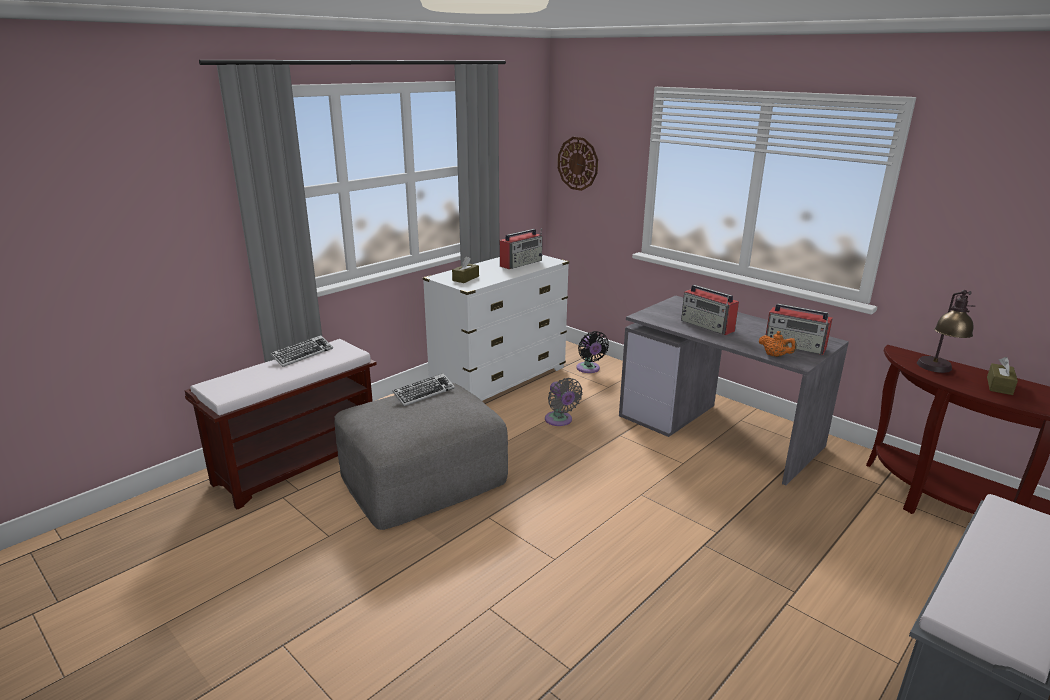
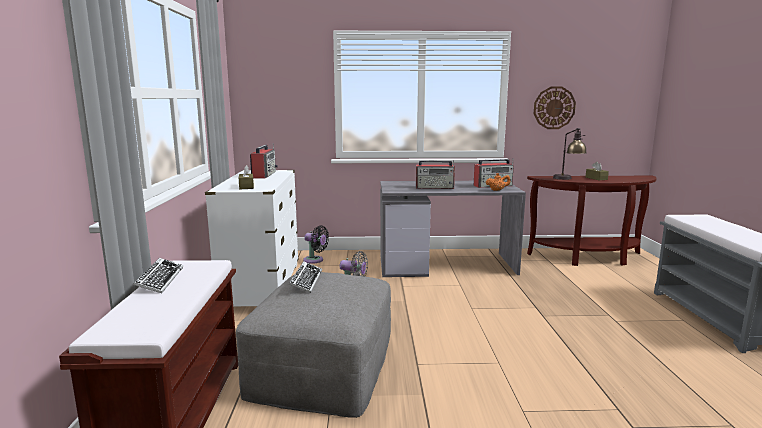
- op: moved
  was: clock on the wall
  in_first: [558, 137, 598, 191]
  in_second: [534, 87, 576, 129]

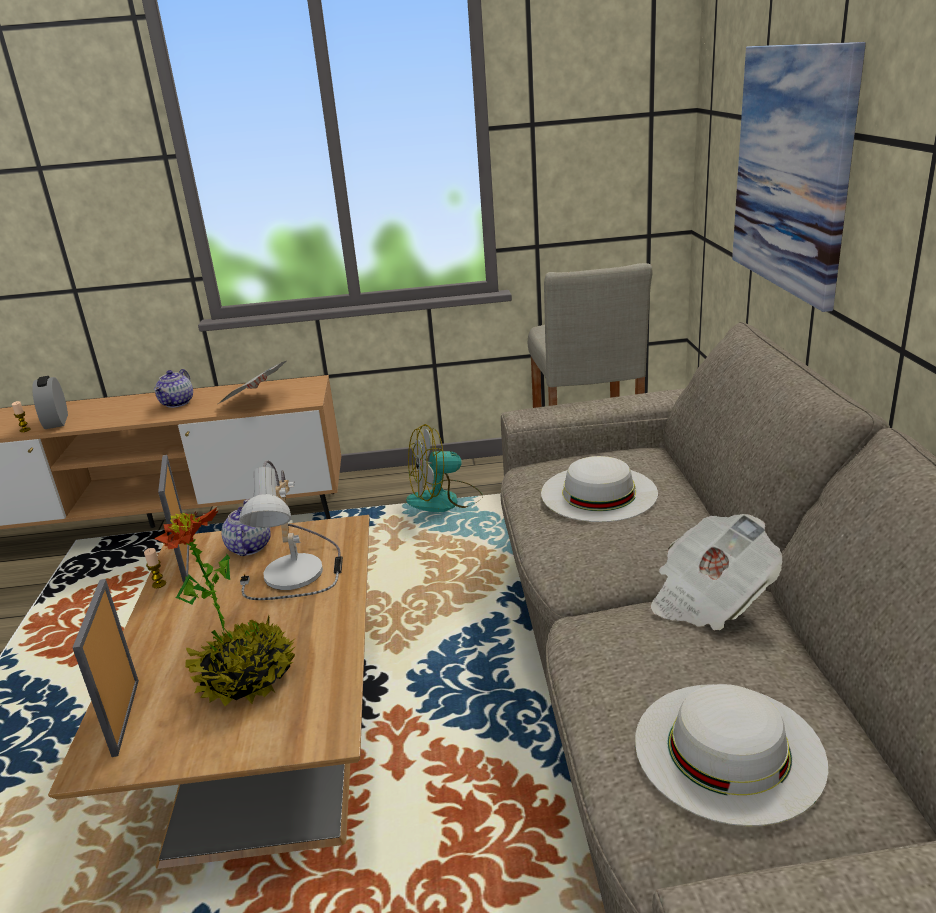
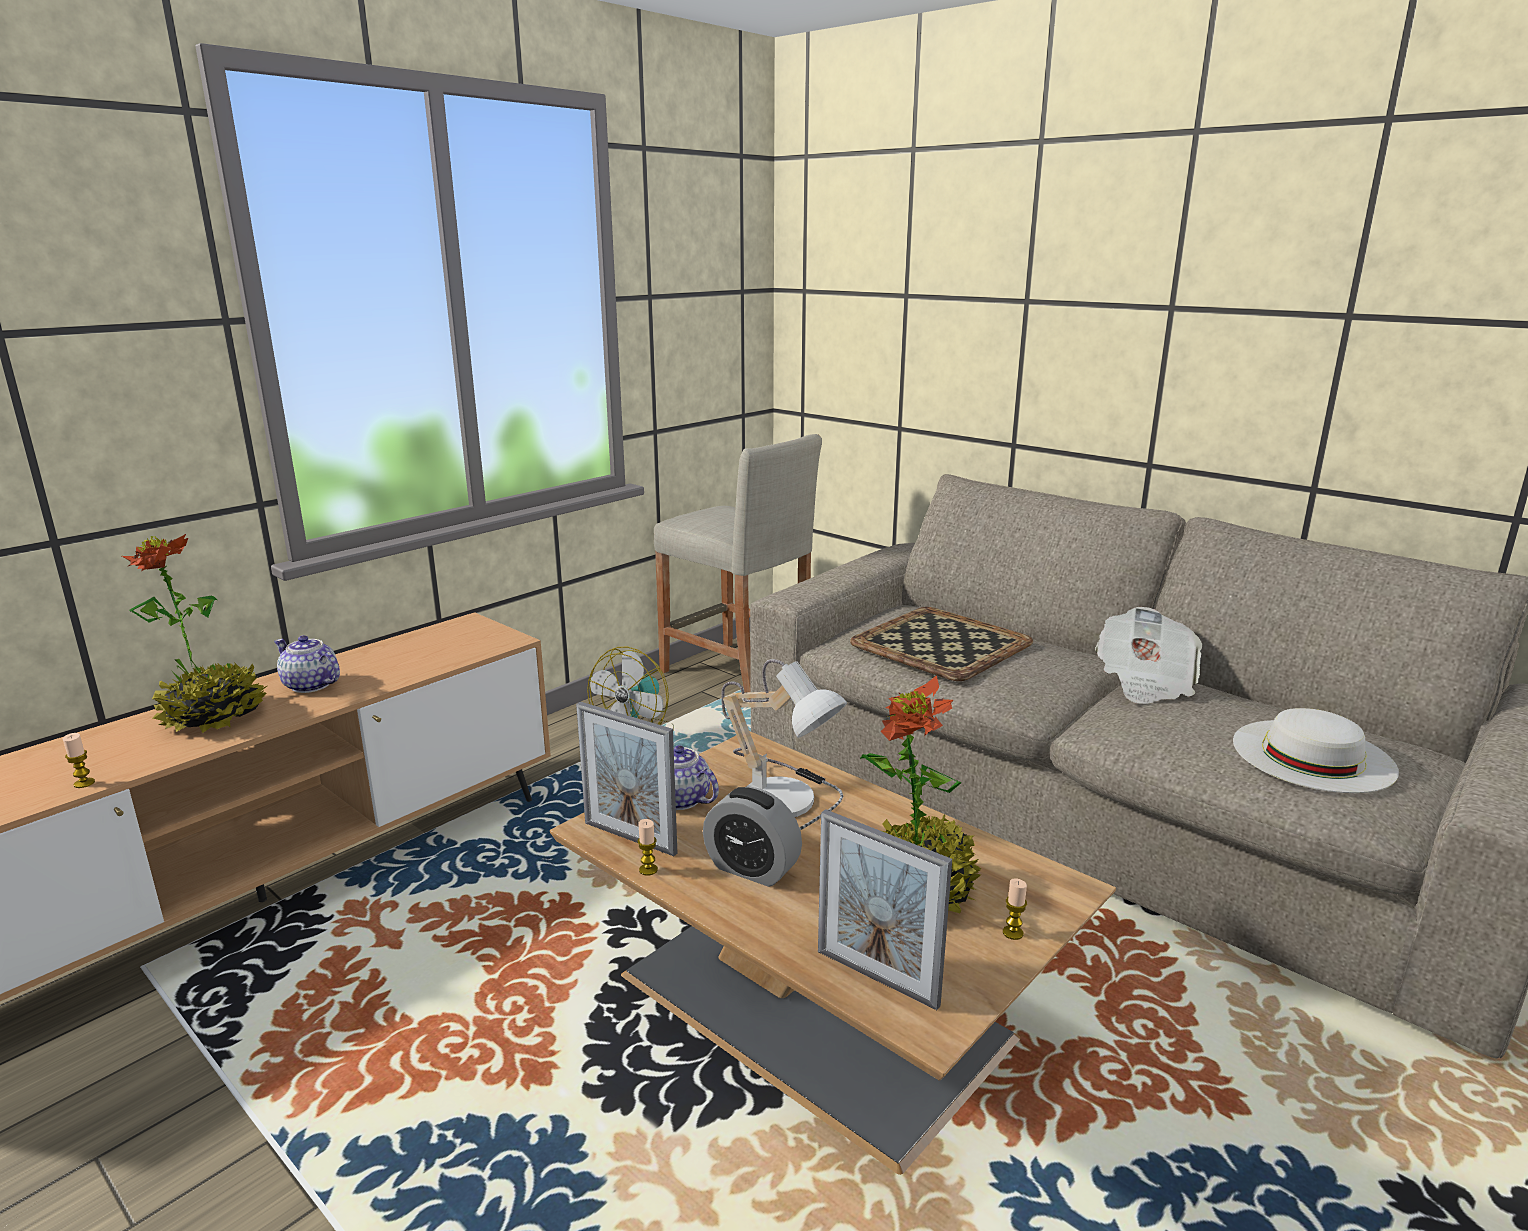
- op: removed
  was: wall art
  in_first: [732, 42, 866, 312]
- op: removed
  was: printed paper
  in_first: [218, 361, 287, 404]
- op: turned
  was: tea pot
  in_first: [154, 369, 193, 408]
  in_second: [274, 635, 340, 693]
  clockwise: 150
- op: moved
  was: alarm clock
  in_first: [32, 376, 68, 429]
  in_second: [703, 787, 802, 887]
- op: replaced
  was: white hat
  now: serving tray
  in_first: [541, 456, 658, 522]
  in_second: [850, 607, 1033, 681]
- op: added
  now: potted plant
  in_second: [122, 534, 267, 733]
- op: added
  now: wax light
  in_second: [1003, 878, 1027, 940]

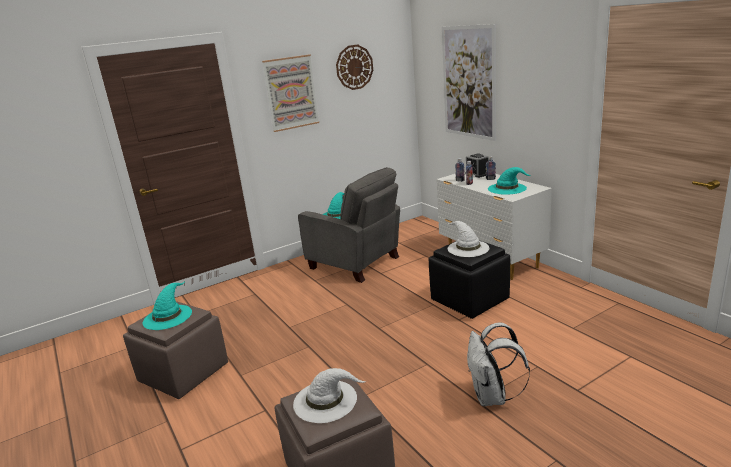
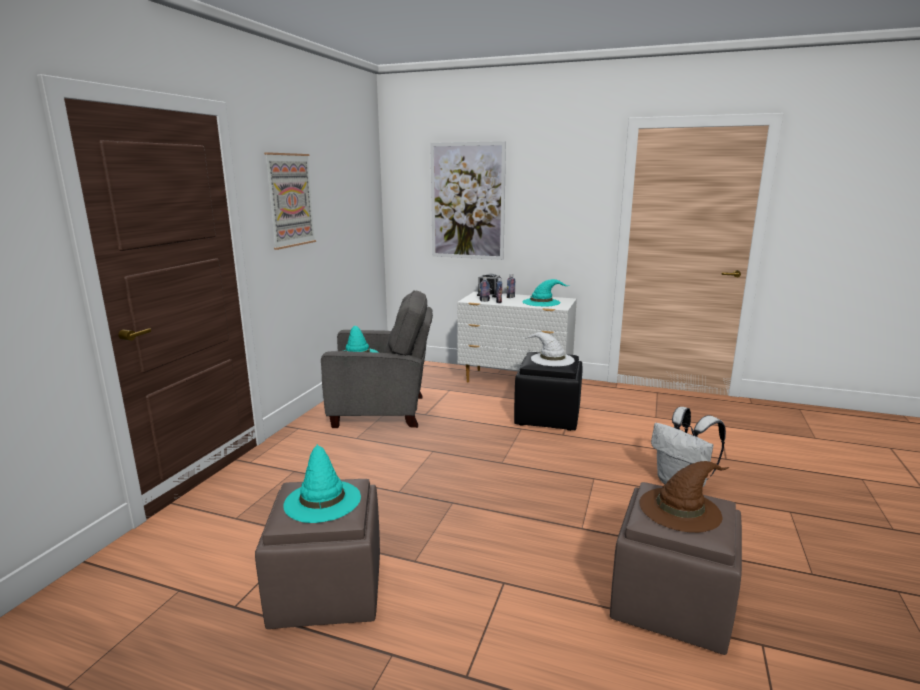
- op: removed
  was: clock on the wall
  in_first: [336, 44, 373, 90]
- op: recoloured
  was: white hat
  now: brownish hat
  in_first: [293, 368, 365, 423]
  in_second: [639, 461, 729, 533]

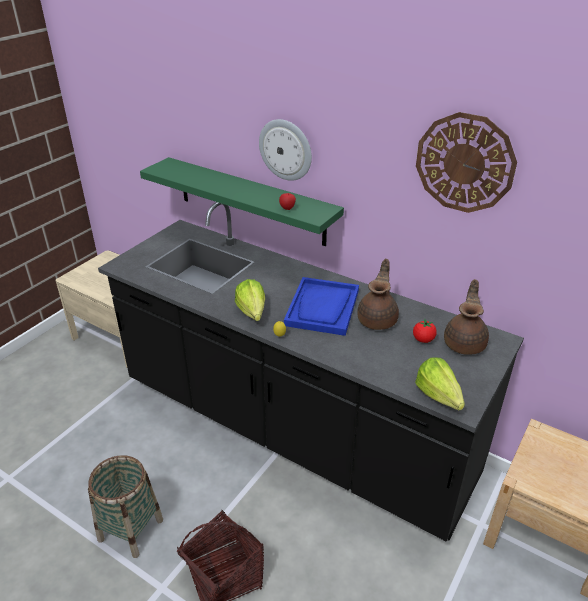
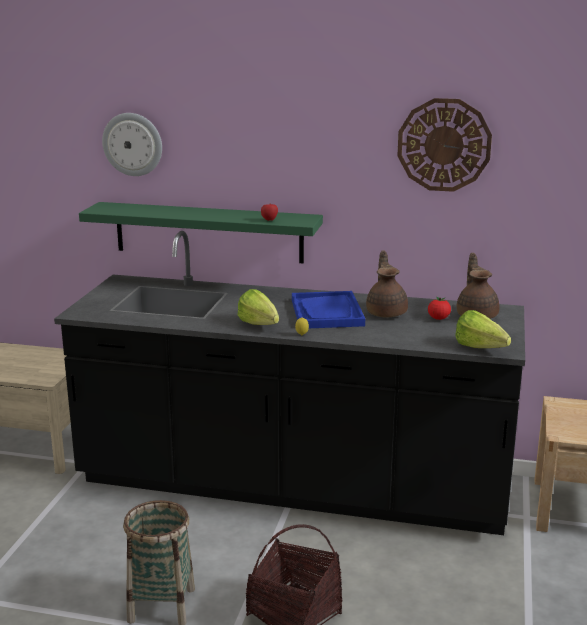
- op: moved
  was: clock on the wall
  in_first: [259, 119, 312, 181]
  in_second: [102, 113, 162, 176]

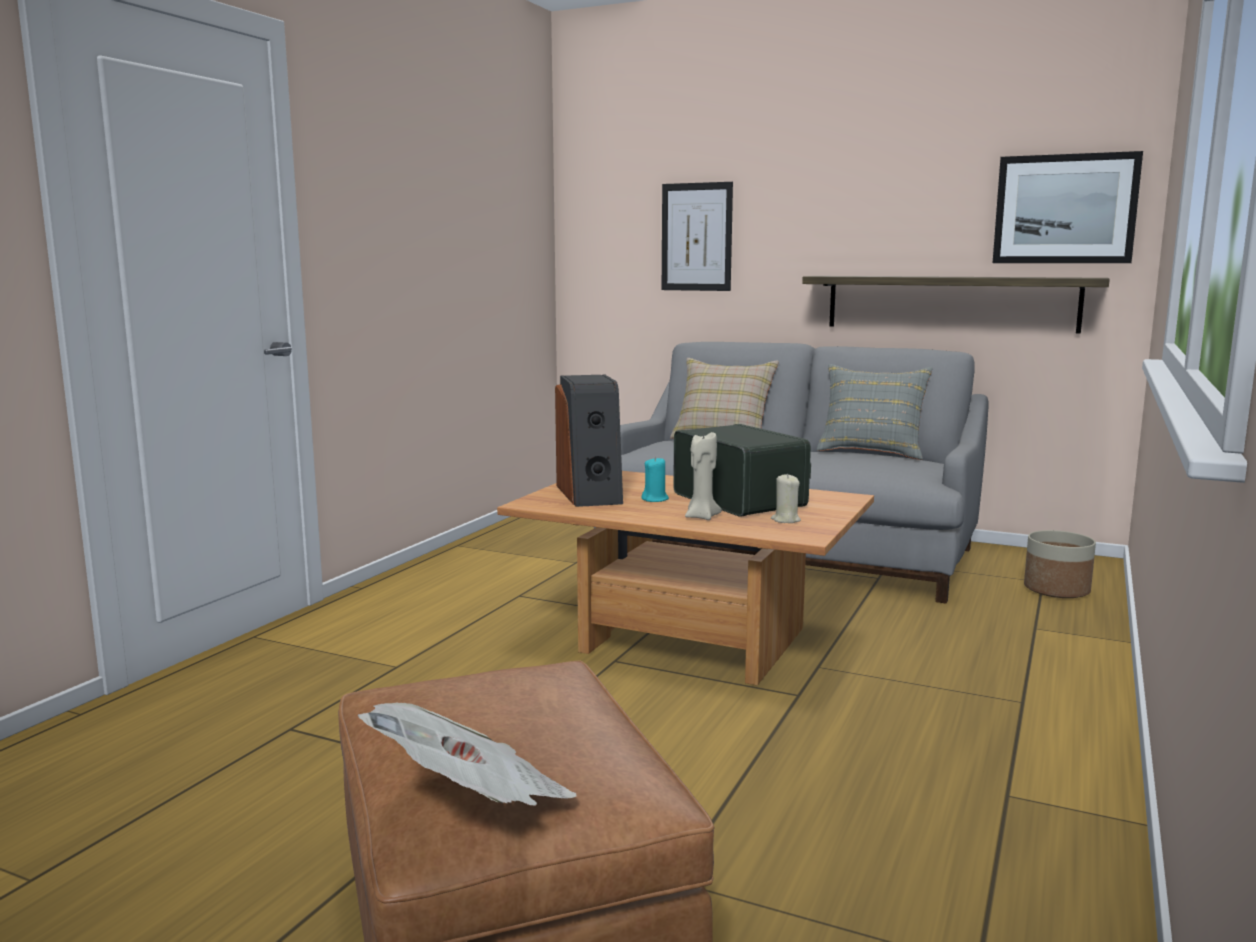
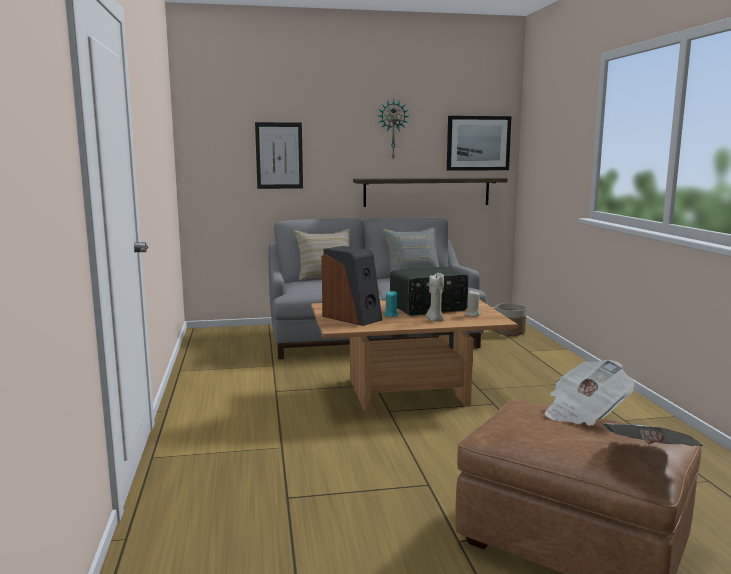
- op: turned
  was: radio
  in_first: [673, 424, 811, 517]
  in_second: [390, 267, 468, 316]
  clockwise: 135
- op: added
  now: clock on the wall
  in_second: [378, 100, 409, 159]
- op: added
  now: printed paper
  in_second: [545, 360, 634, 426]

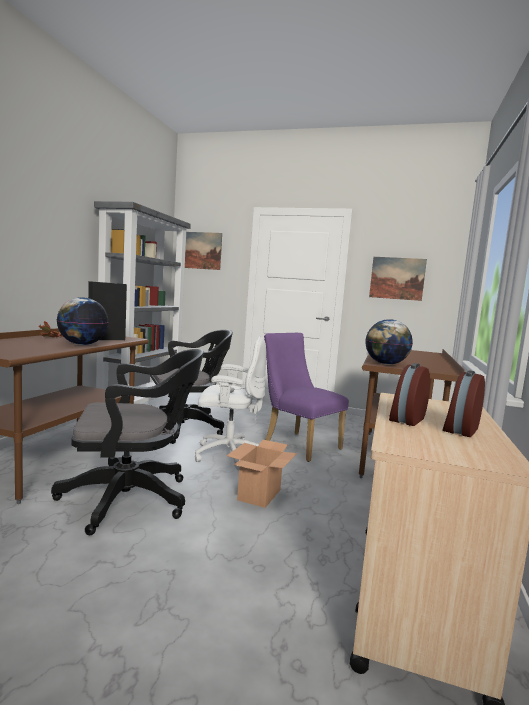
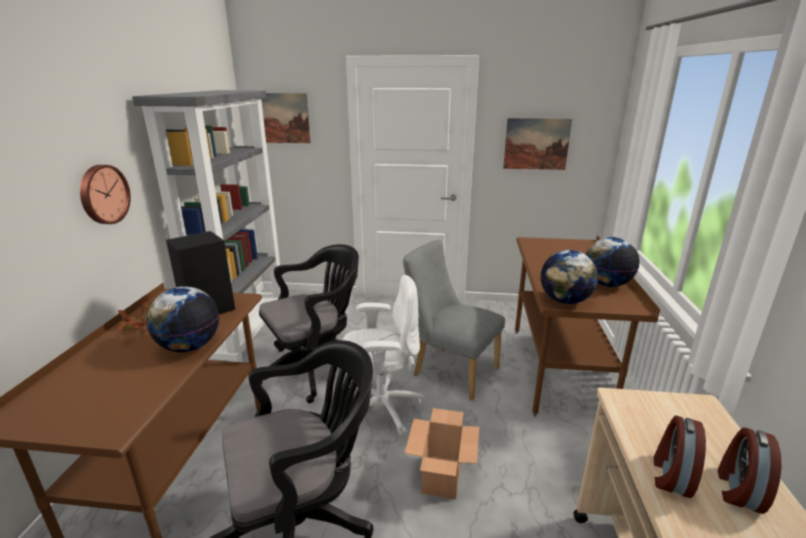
- op: recoloured
  was: purplish upright chair
  now: grey upright chair
  in_first: [264, 333, 349, 462]
  in_second: [403, 240, 505, 400]
- op: added
  now: clock on the wall
  in_second: [80, 165, 131, 224]
- op: added
  now: desk globe
  in_second: [586, 237, 640, 287]

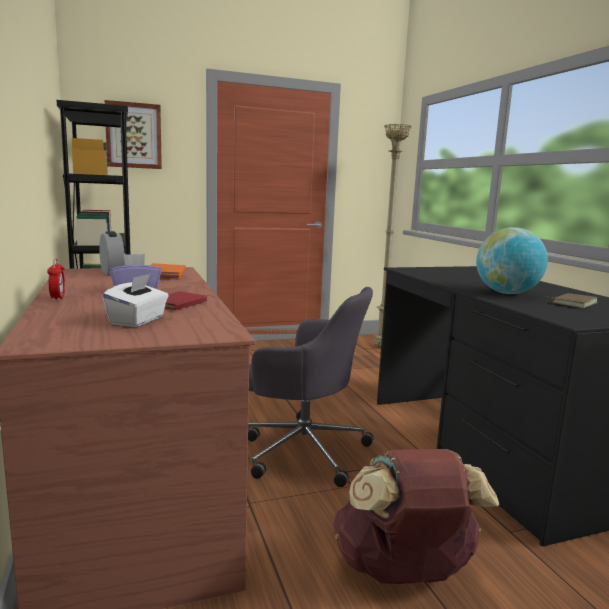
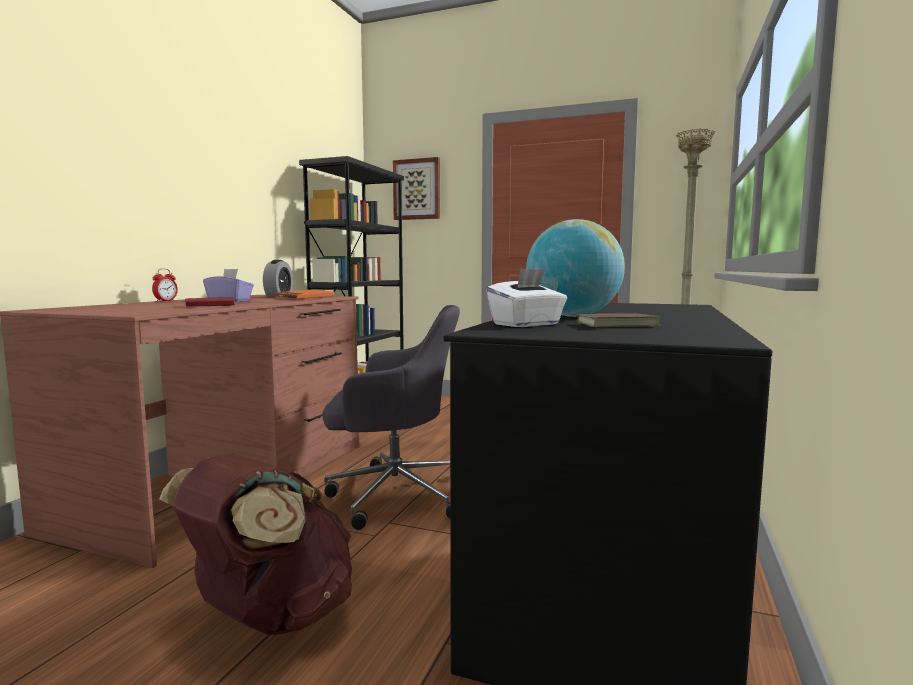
- op: moved
  was: white tissue holder
  in_first: [102, 274, 169, 327]
  in_second: [487, 268, 567, 327]
- op: turned
  was: grey computer chair
  in_first: [248, 287, 374, 487]
  in_second: [322, 305, 460, 530]
  clockwise: -60

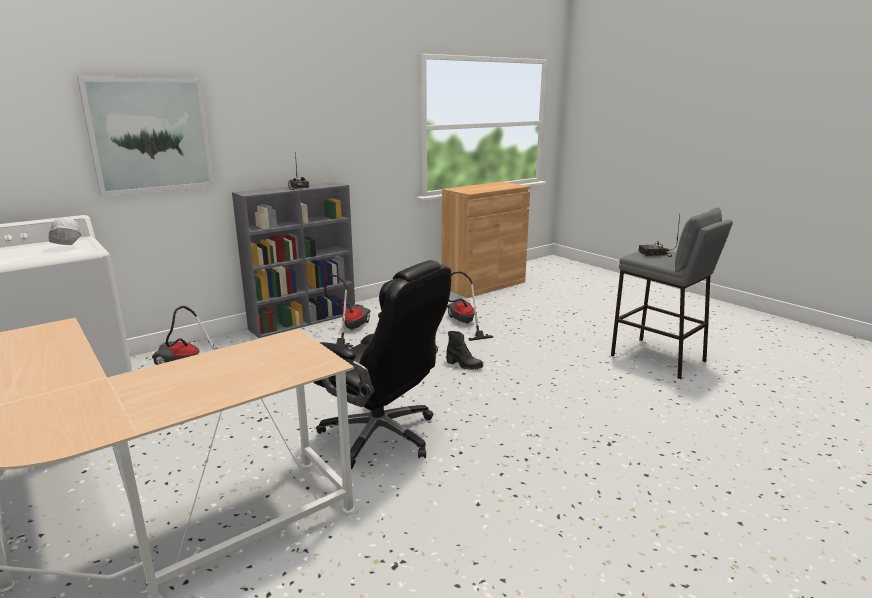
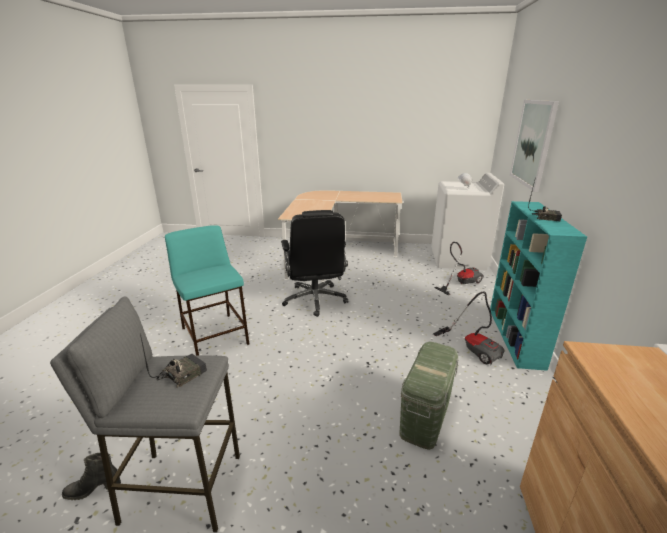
- op: recoloured
  was: grey bookshelf
  now: blue-green bookshelf
  in_first: [232, 182, 355, 338]
  in_second: [490, 201, 587, 371]
- op: turned
  was: black-coloured computer chair
  in_first: [313, 260, 451, 469]
  in_second: [281, 210, 349, 317]
  clockwise: -90
- op: replaced
  was: vacuum cleaner
  now: green storage bin
  in_first: [447, 271, 493, 341]
  in_second: [399, 341, 459, 450]
- op: moved
  was: black-coloured boot
  in_first: [446, 331, 483, 370]
  in_second: [62, 453, 121, 500]
- op: added
  now: blue-green sitting stool
  in_second: [165, 225, 249, 355]

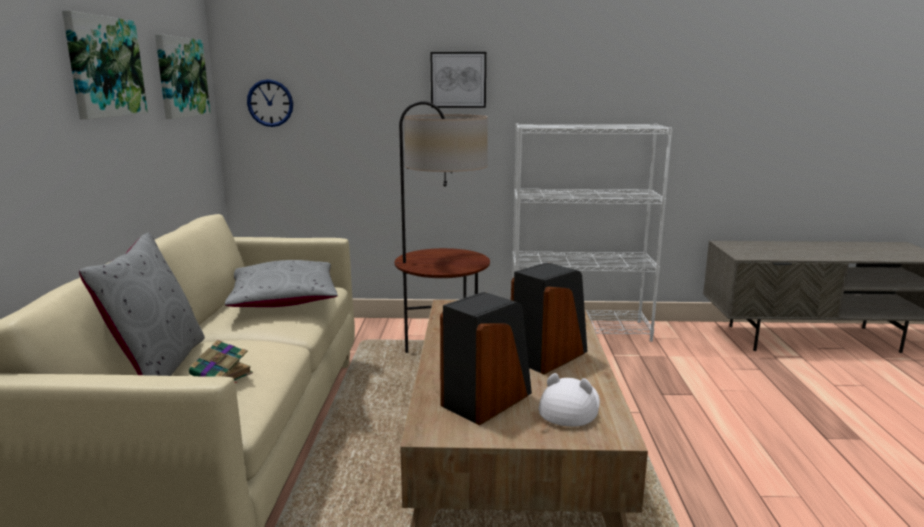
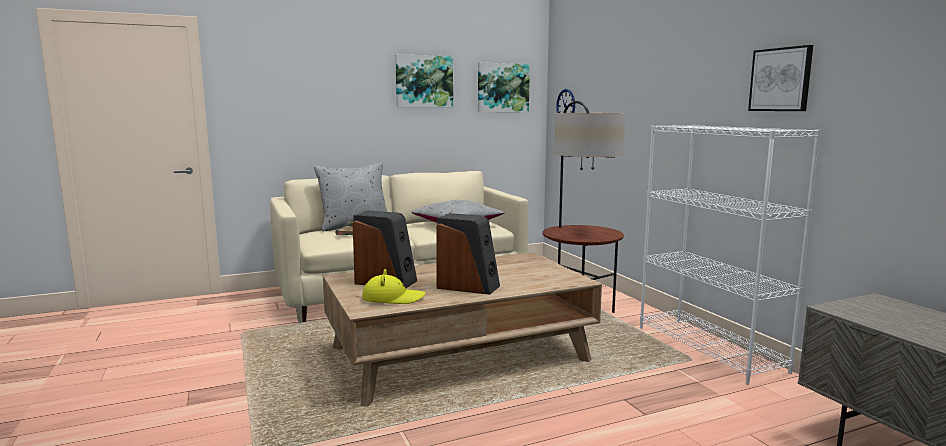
- op: moved
  was: wall art
  in_first: [430, 52, 486, 108]
  in_second: [748, 45, 813, 111]
- op: recoloured
  was: white hat
  now: yellowish hat
  in_first: [539, 373, 600, 427]
  in_second: [362, 269, 426, 304]

